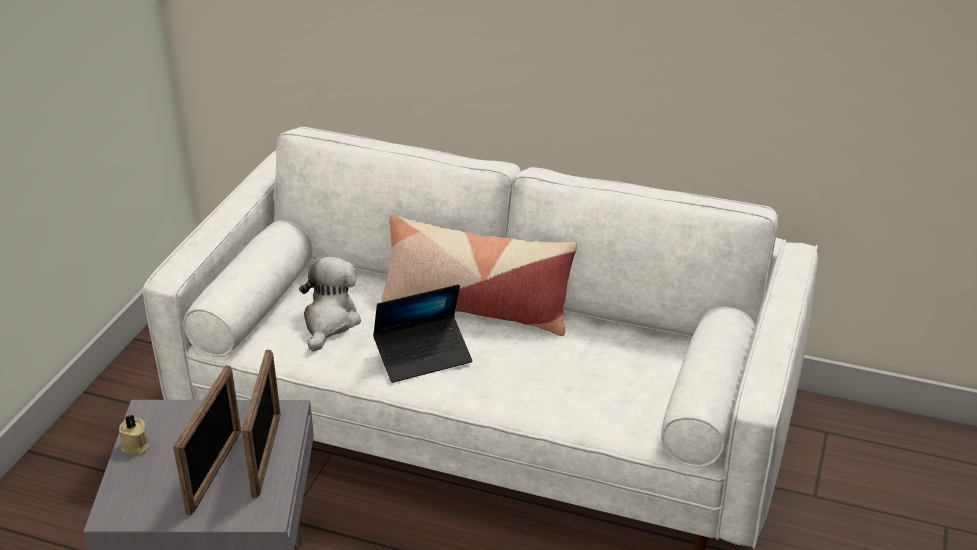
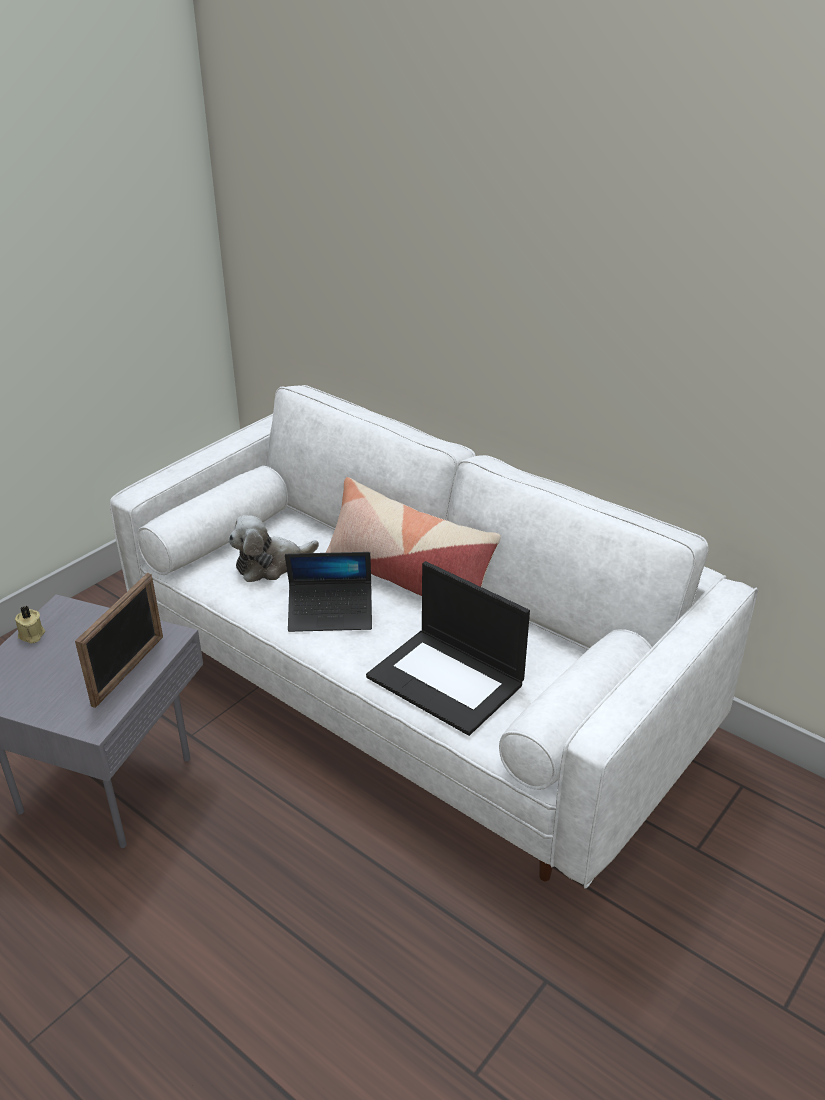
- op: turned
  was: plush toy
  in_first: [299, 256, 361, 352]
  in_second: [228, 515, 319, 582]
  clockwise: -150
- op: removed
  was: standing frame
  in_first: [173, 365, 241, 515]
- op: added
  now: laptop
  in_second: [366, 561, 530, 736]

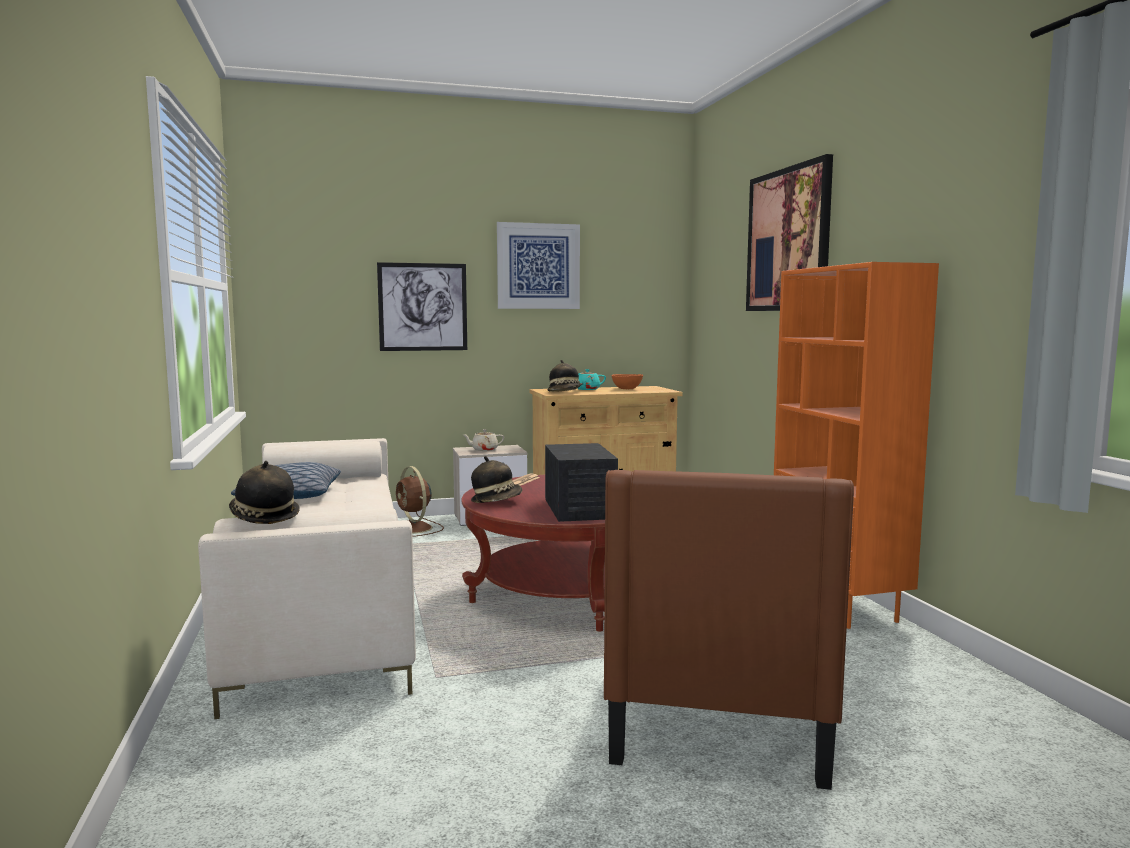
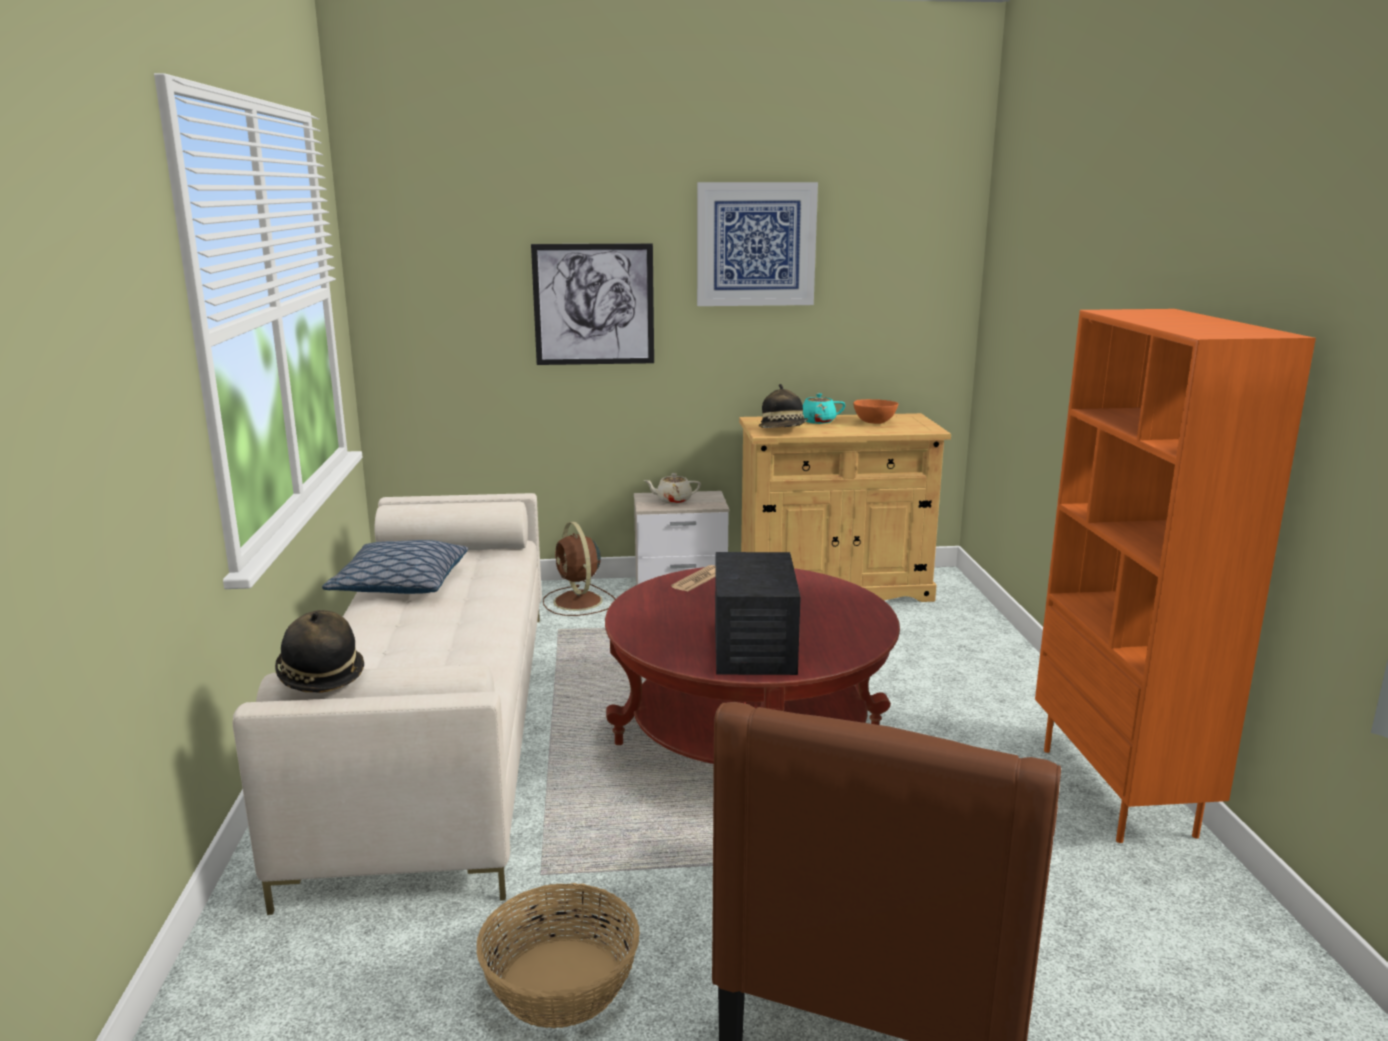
- op: removed
  was: wall art
  in_first: [746, 154, 833, 311]
- op: removed
  was: hat
  in_first: [471, 456, 522, 503]
- op: added
  now: storage basket
  in_second: [476, 883, 640, 1028]

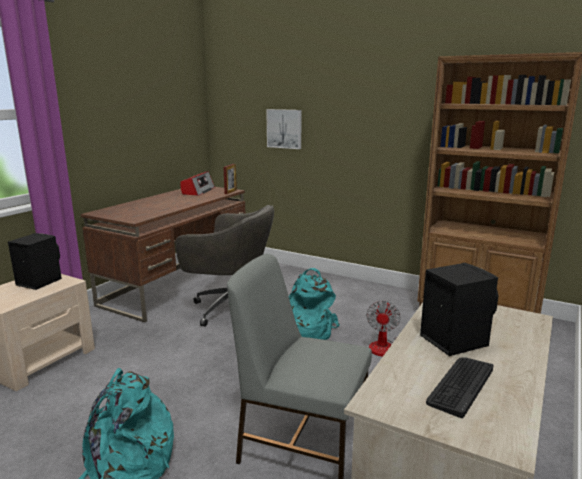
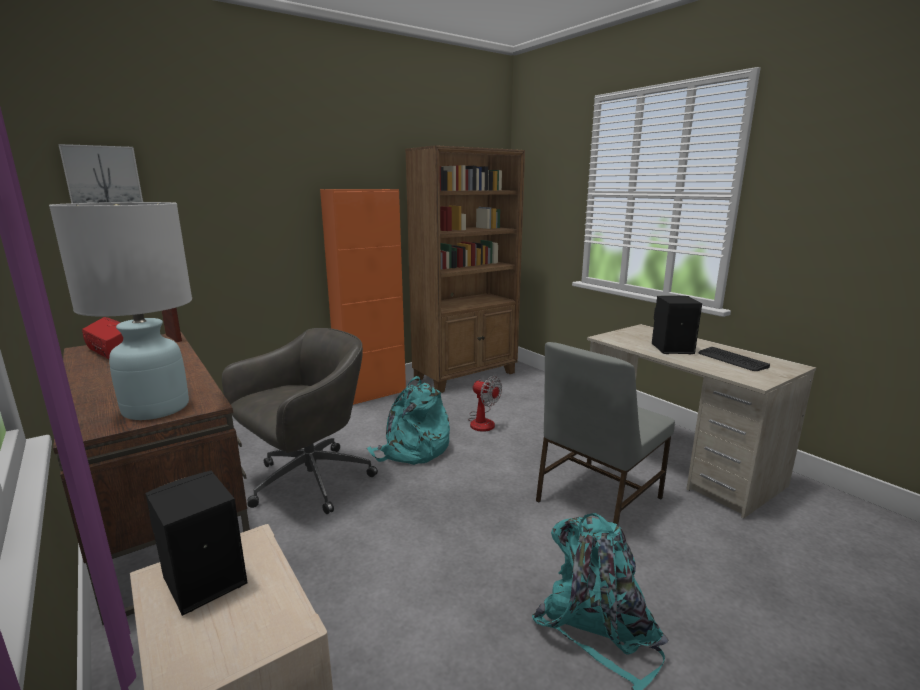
- op: moved
  was: wall art
  in_first: [266, 109, 302, 149]
  in_second: [58, 144, 143, 203]
- op: added
  now: orangey storage cabinet
  in_second: [320, 189, 406, 405]
- op: added
  now: white table lamp
  in_second: [49, 202, 192, 420]

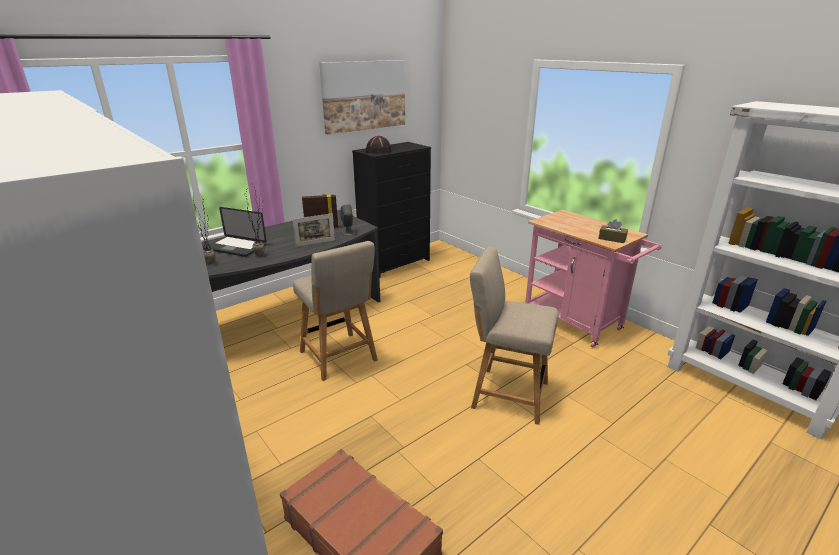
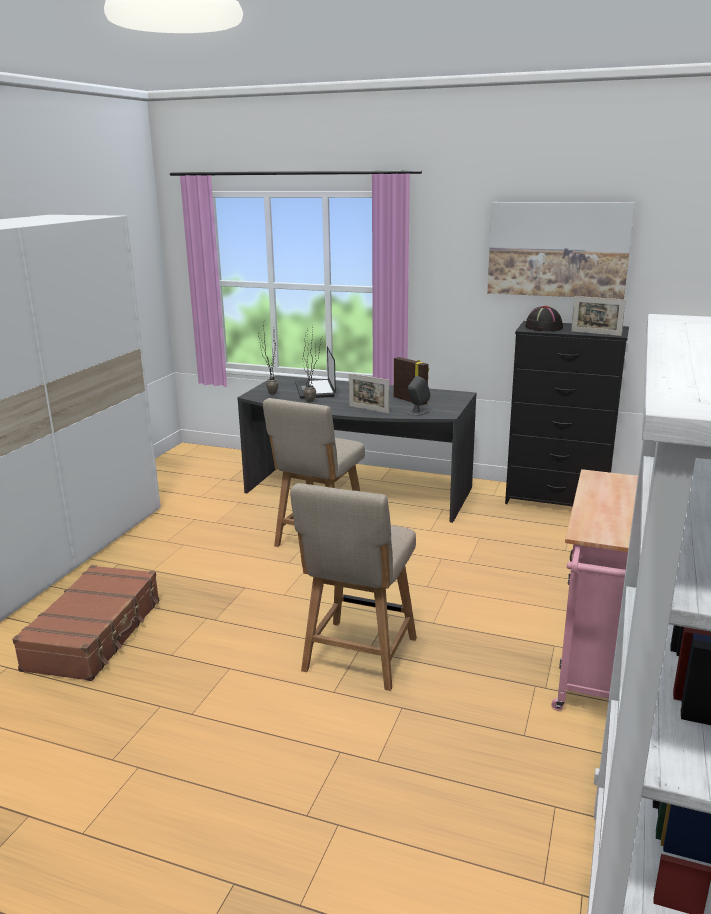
- op: removed
  was: brownish tissue holder
  in_first: [598, 219, 628, 243]
- op: turned
  was: sand-coloured upright chair
  in_first: [470, 246, 559, 425]
  in_second: [290, 483, 417, 691]
  clockwise: -150
- op: added
  now: standing frame
  in_second: [571, 296, 626, 336]

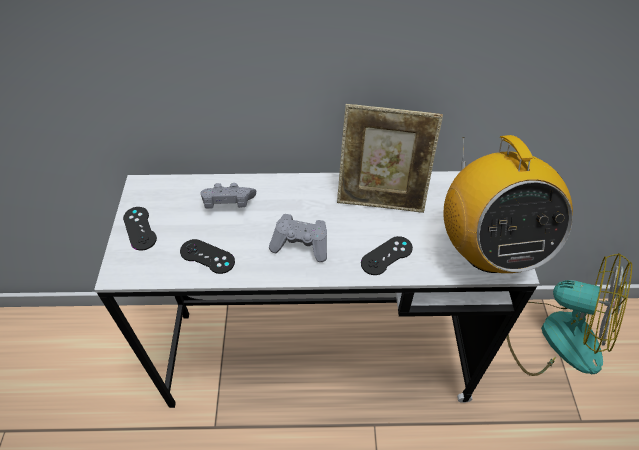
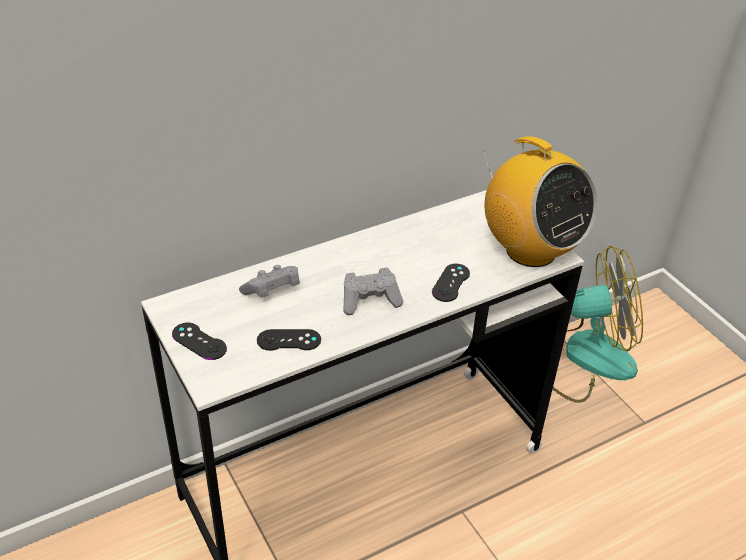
- op: removed
  was: standing frame
  in_first: [337, 104, 443, 213]

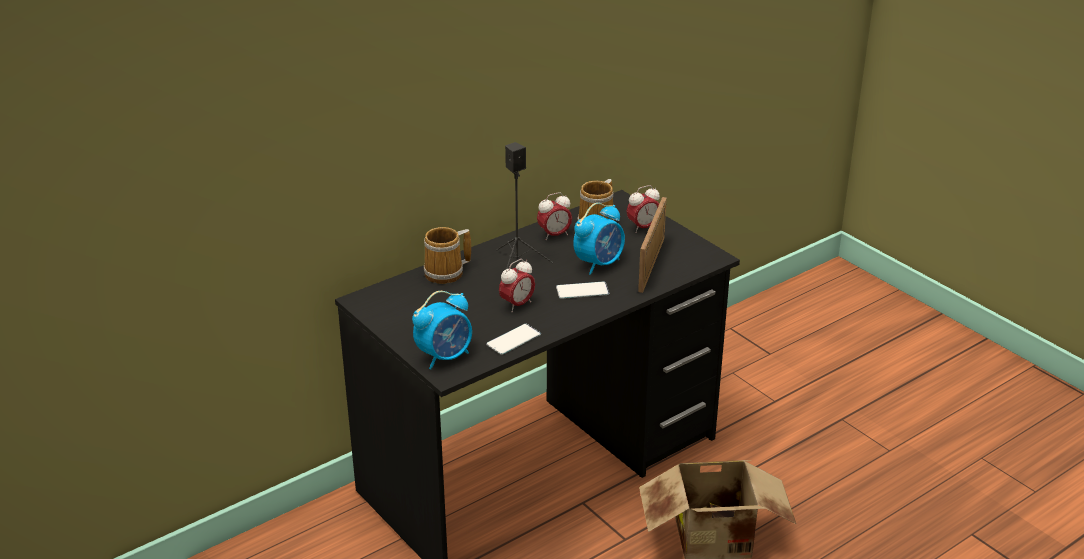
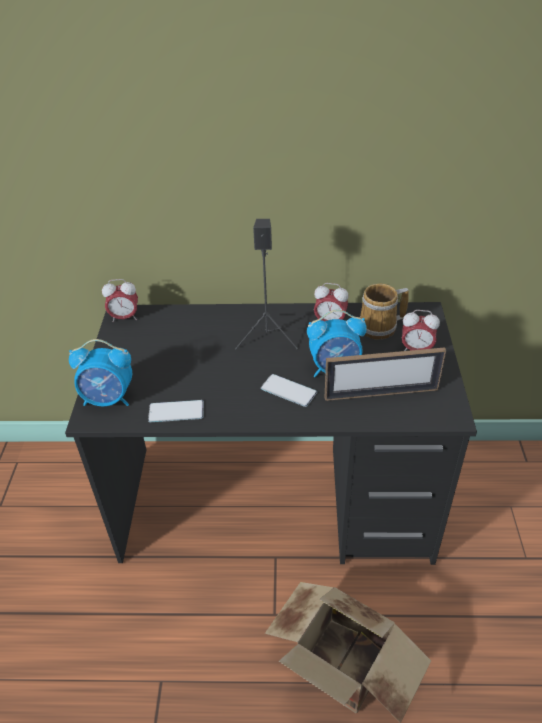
- op: turned
  was: standing frame
  in_first: [638, 197, 667, 293]
  in_second: [325, 347, 446, 401]
  clockwise: -150
- op: removed
  was: mug
  in_first: [424, 227, 471, 284]
- op: moved
  was: alarm clock
  in_first: [499, 259, 535, 312]
  in_second: [102, 279, 138, 322]

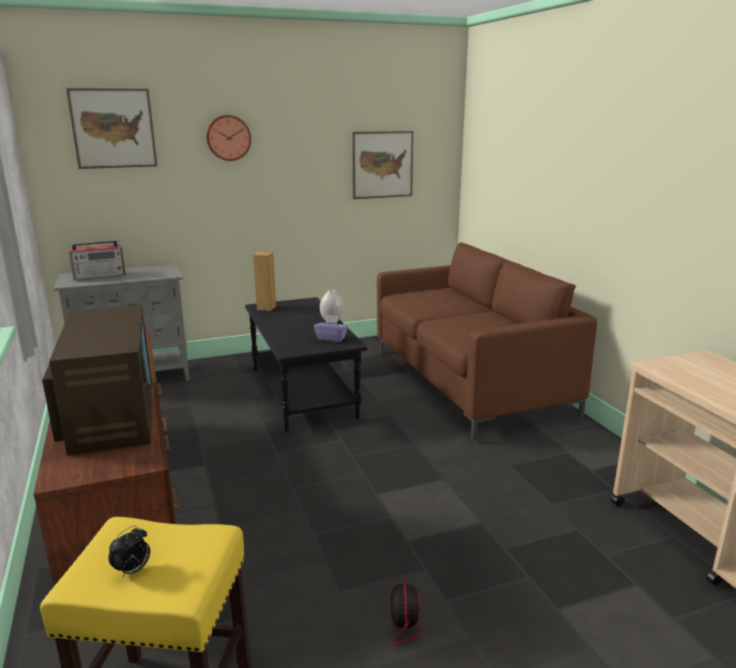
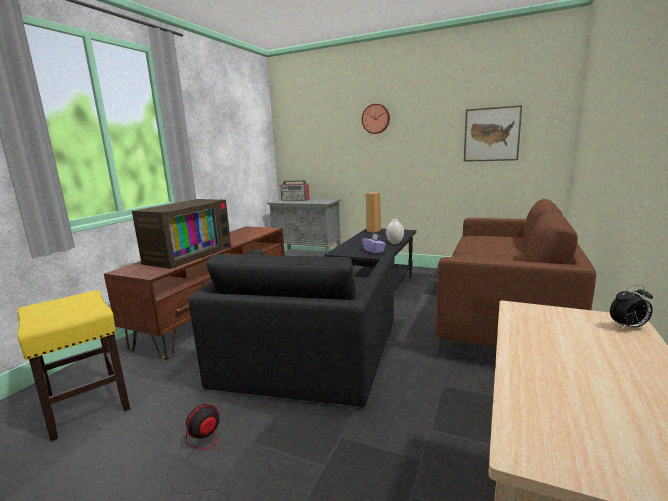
- op: removed
  was: wall art
  in_first: [66, 88, 157, 169]
- op: moved
  was: alarm clock
  in_first: [108, 526, 150, 579]
  in_second: [610, 285, 653, 329]
- op: added
  now: black-coloured lounge chair
  in_second: [188, 249, 394, 407]

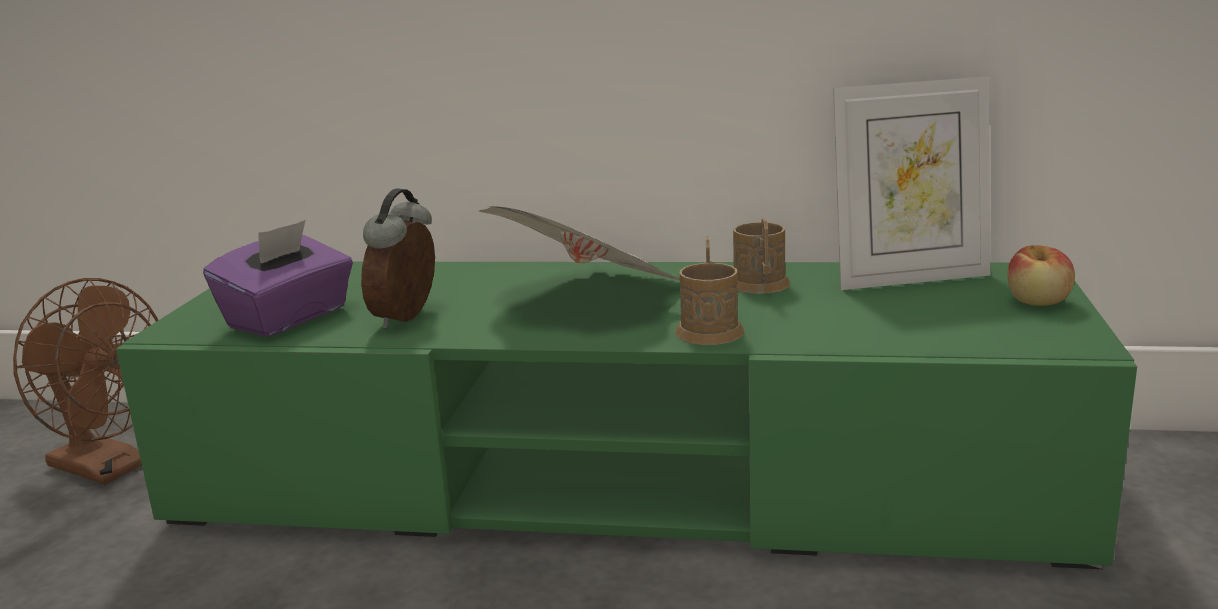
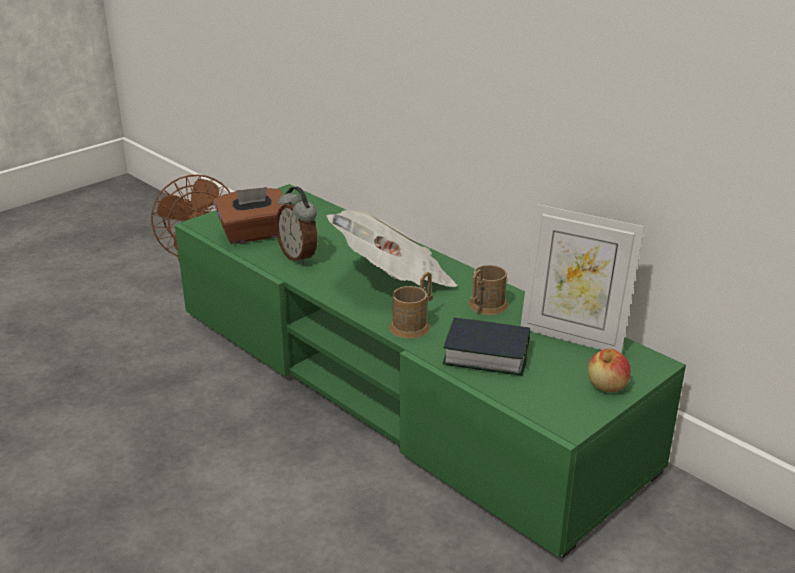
- op: turned
  was: alarm clock
  in_first: [361, 188, 435, 329]
  in_second: [276, 186, 317, 265]
  clockwise: -90
- op: recoloured
  was: purplish tissue holder
  now: brownish tissue holder
  in_first: [203, 220, 353, 337]
  in_second: [214, 187, 287, 244]
- op: added
  now: volume
  in_second: [443, 317, 530, 376]

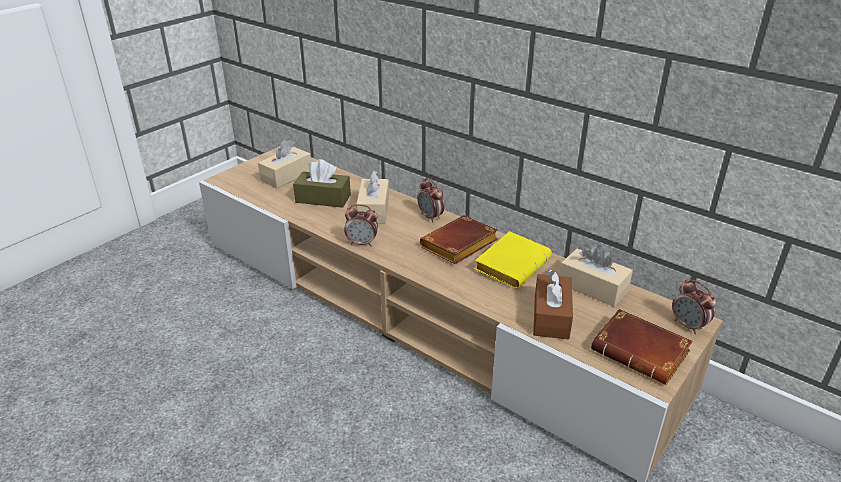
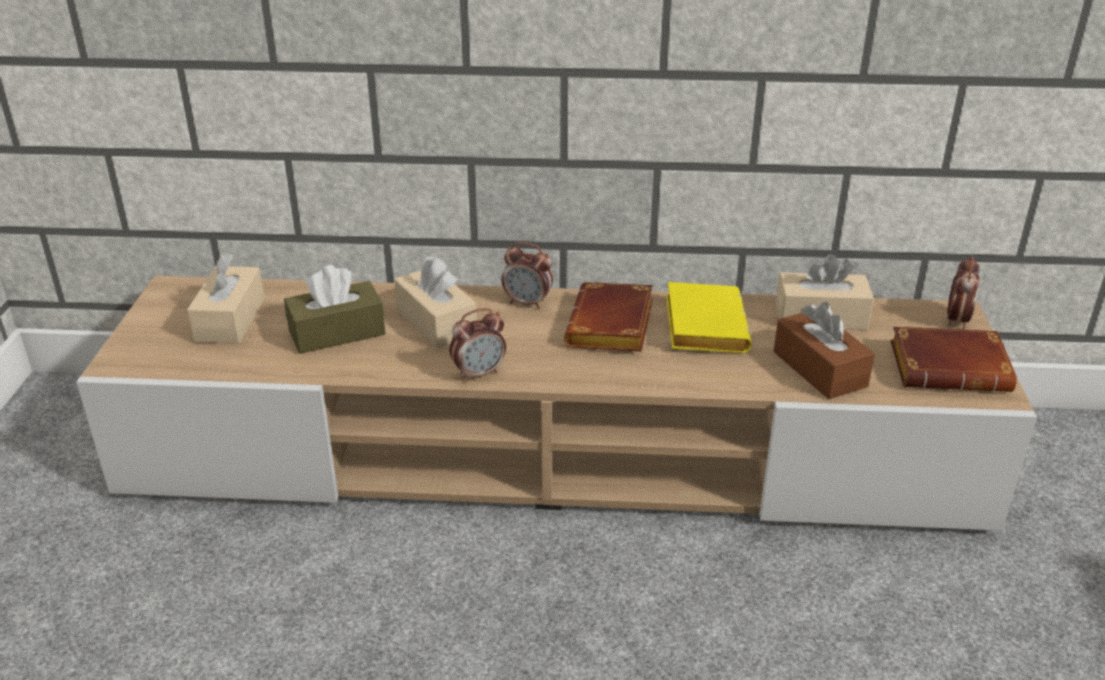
- op: turned
  was: alarm clock
  in_first: [672, 280, 717, 334]
  in_second: [947, 255, 980, 329]
  clockwise: -90

